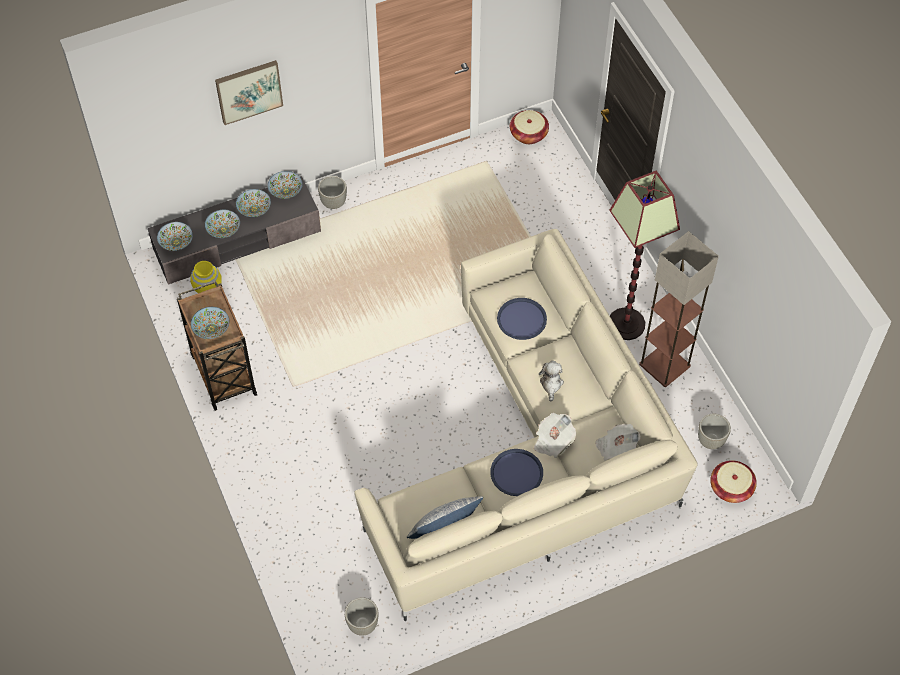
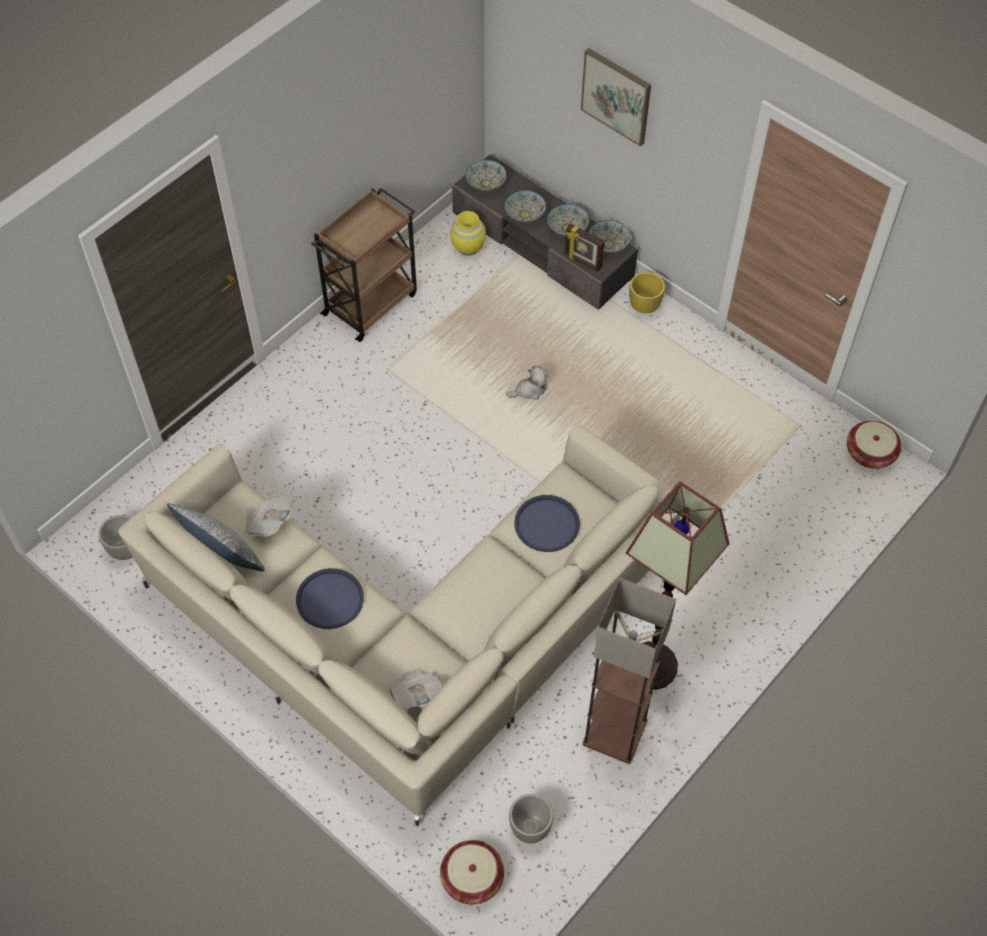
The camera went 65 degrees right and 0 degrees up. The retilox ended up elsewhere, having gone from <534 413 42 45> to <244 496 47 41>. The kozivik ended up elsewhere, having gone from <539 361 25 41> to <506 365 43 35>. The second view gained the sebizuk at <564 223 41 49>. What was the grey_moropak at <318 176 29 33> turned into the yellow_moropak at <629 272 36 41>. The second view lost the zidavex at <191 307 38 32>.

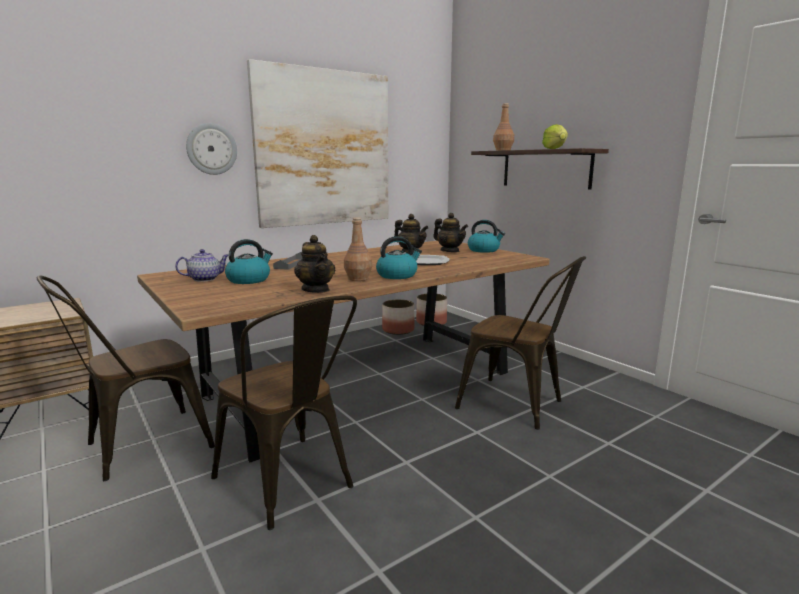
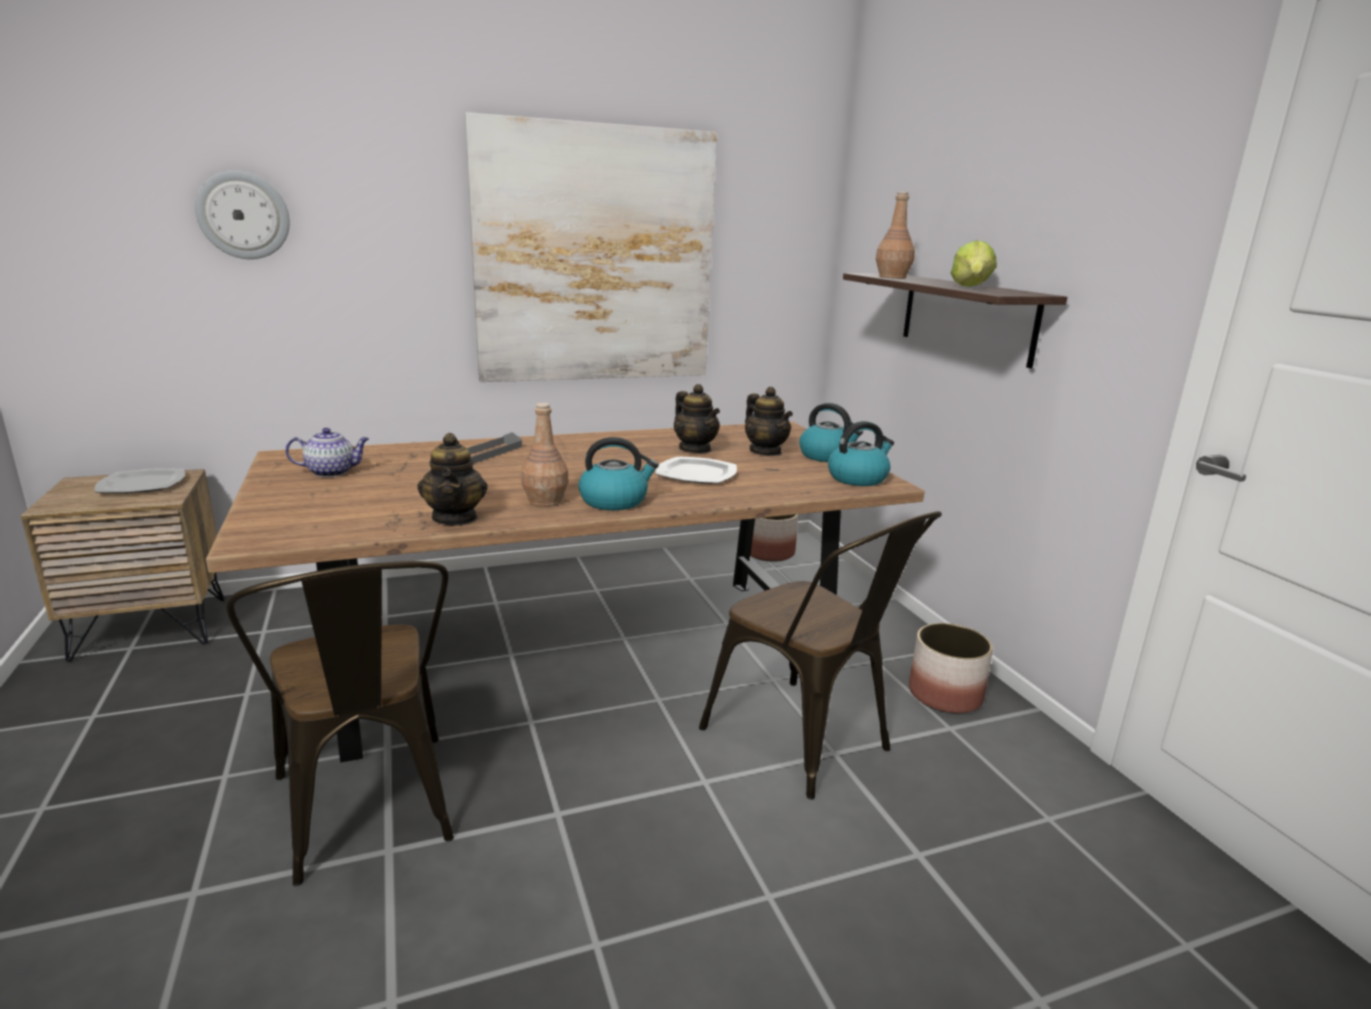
The camera went 15 degrees right and 5 degrees up. The second view gained the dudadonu at <95 468 90 25>. The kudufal ended up elsewhere, having gone from <186 123 51 52> to <195 171 95 88>. The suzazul ended up elsewhere, having gone from <225 239 48 45> to <828 421 66 65>. The moropak ended up elsewhere, having gone from <382 299 32 36> to <909 623 84 90>. The second view lost the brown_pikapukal at <36 276 178 205>.

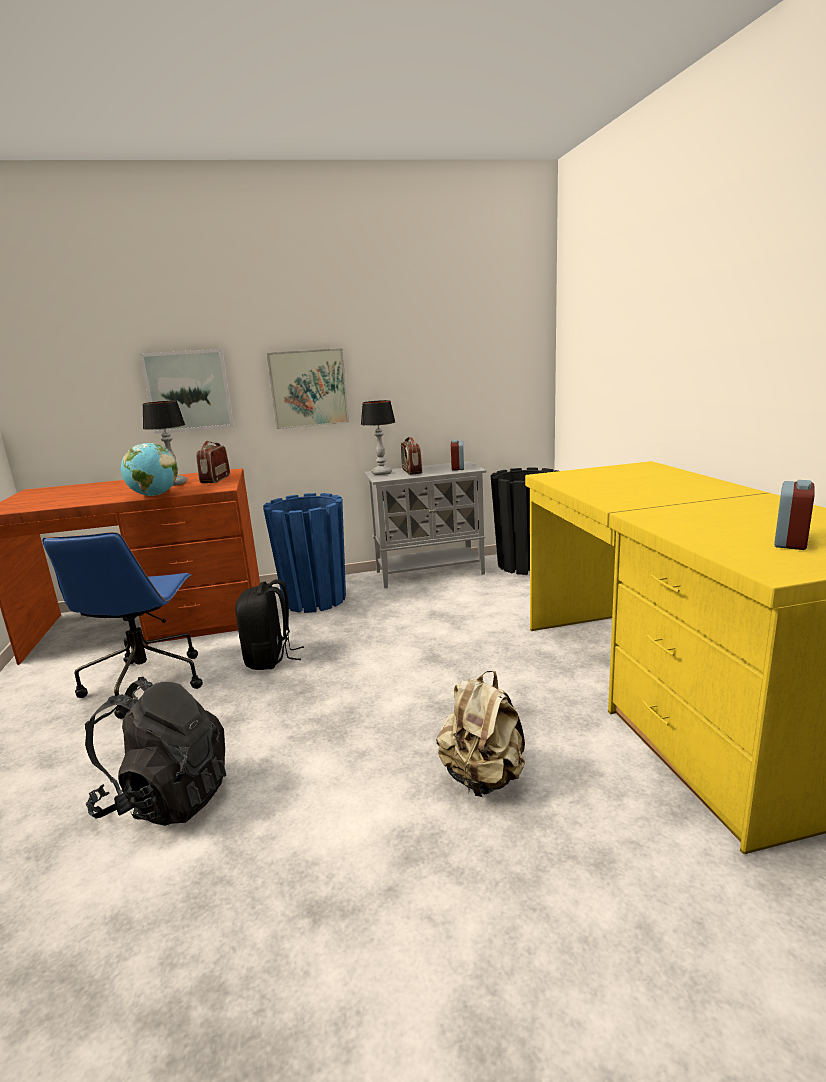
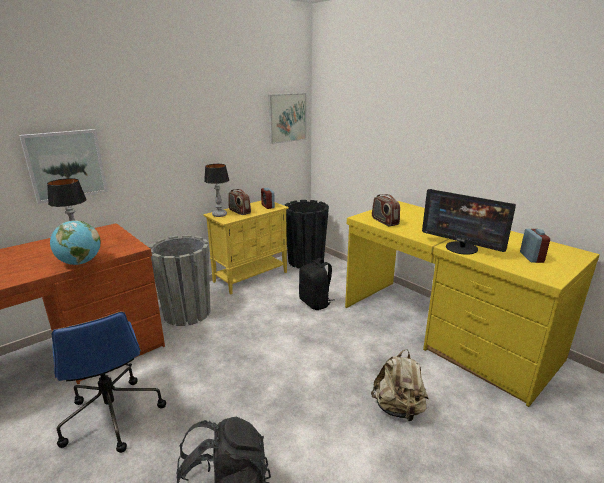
The camera went 30 degrees left and 5 degrees up. What was the blue_moropak at <263 493 83 120> turned into the grey_moropak at <149 235 61 91>. What was the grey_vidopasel at <364 461 122 127> turned into the yellow_vidopasel at <203 201 86 93>. The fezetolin ended up elsewhere, having gone from <267 348 82 81> to <268 93 38 51>. The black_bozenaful ended up elsewhere, having gone from <235 579 69 91> to <299 258 36 52>. The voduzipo ended up elsewhere, having gone from <196 441 34 42> to <372 194 28 32>. The second view gained the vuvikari at <422 189 94 66>.

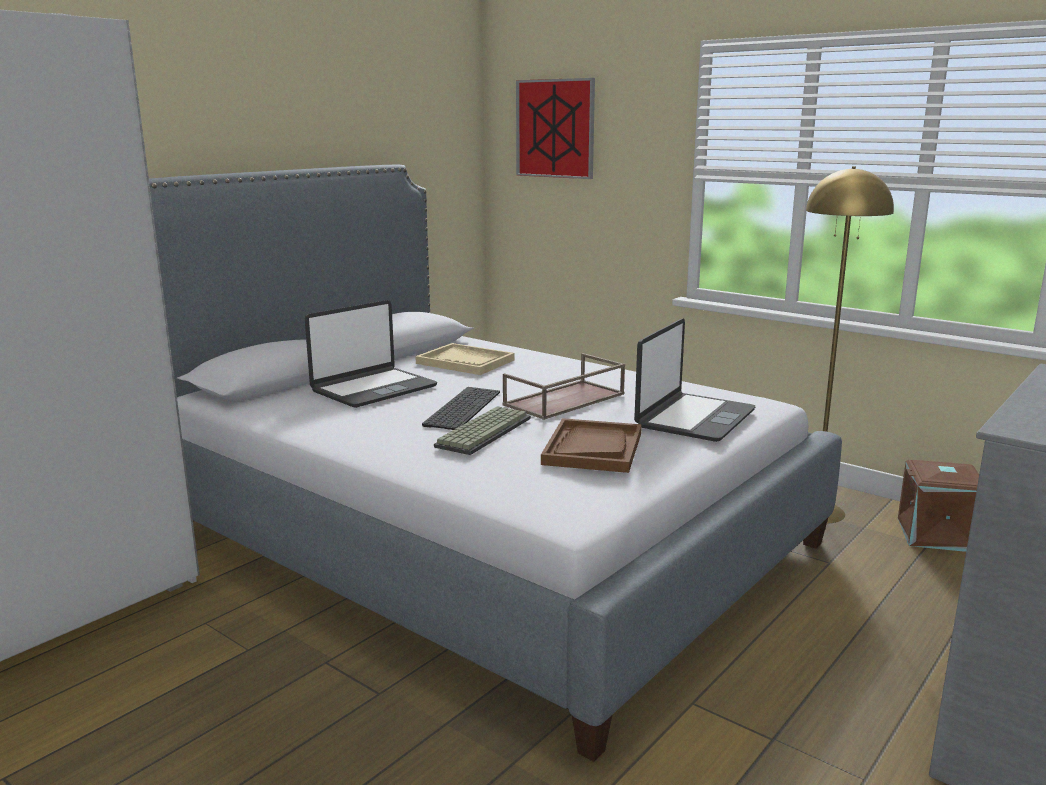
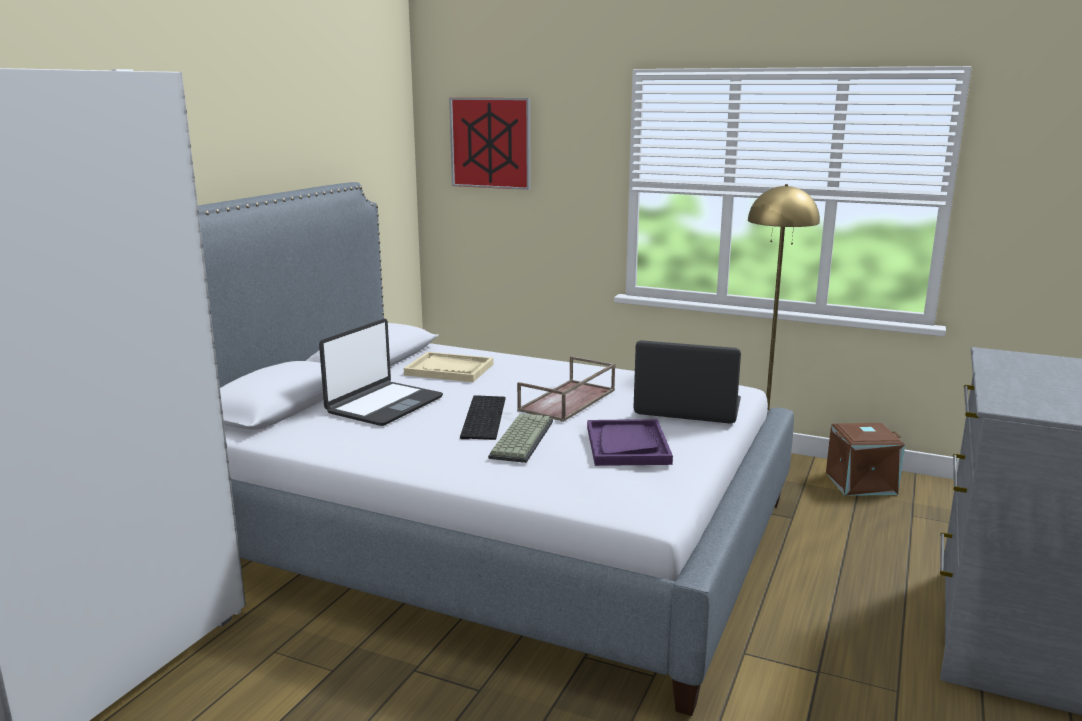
The camera went 15 degrees left and 0 degrees up. What was the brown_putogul at <541 418 101 55> turned into the purple_putogul at <587 419 86 47>. The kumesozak at <634 319 121 123> ended up facing another way, 90 degrees counterclockwise from before.

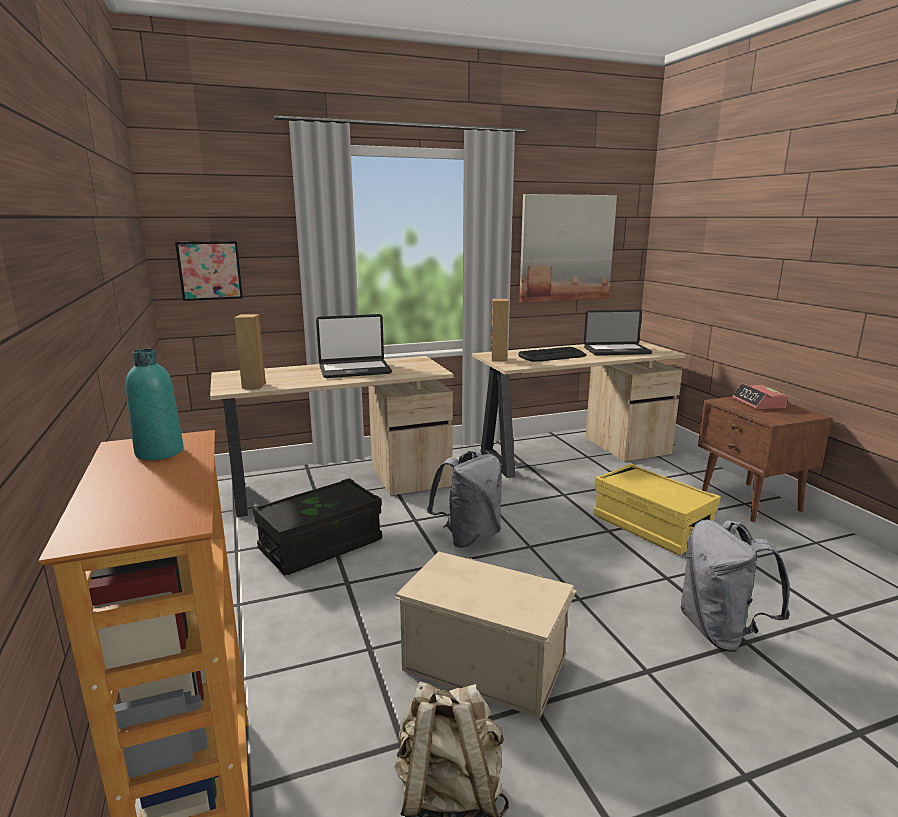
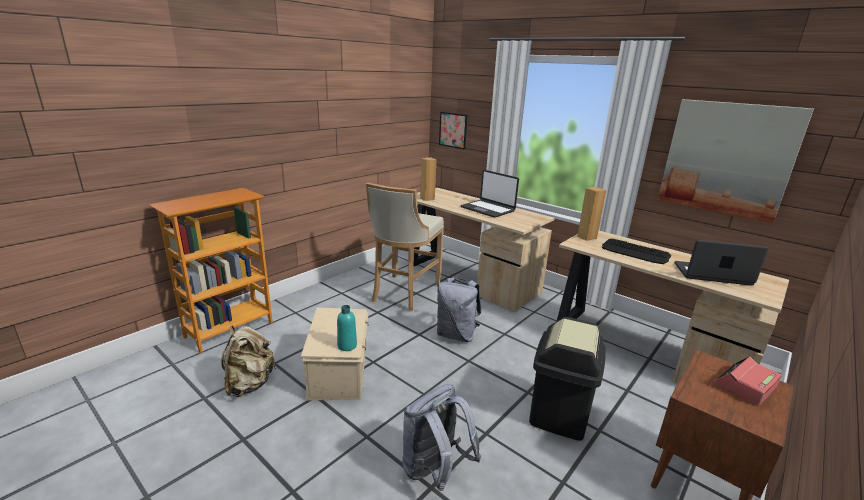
The camera went 60 degrees right and 5 degrees up. The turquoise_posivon ended up elsewhere, having gone from <126 349 58 111> to <337 305 20 46>. Where the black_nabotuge stood at <252 478 130 97>, the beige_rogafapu came to stand at <366 183 78 128>. Where the yellow_nabotuge stood at <593 463 128 92>, the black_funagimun came to stand at <529 317 77 124>. The kumesozak at <584 310 68 45> ended up facing another way, 135 degrees clockwise from before.

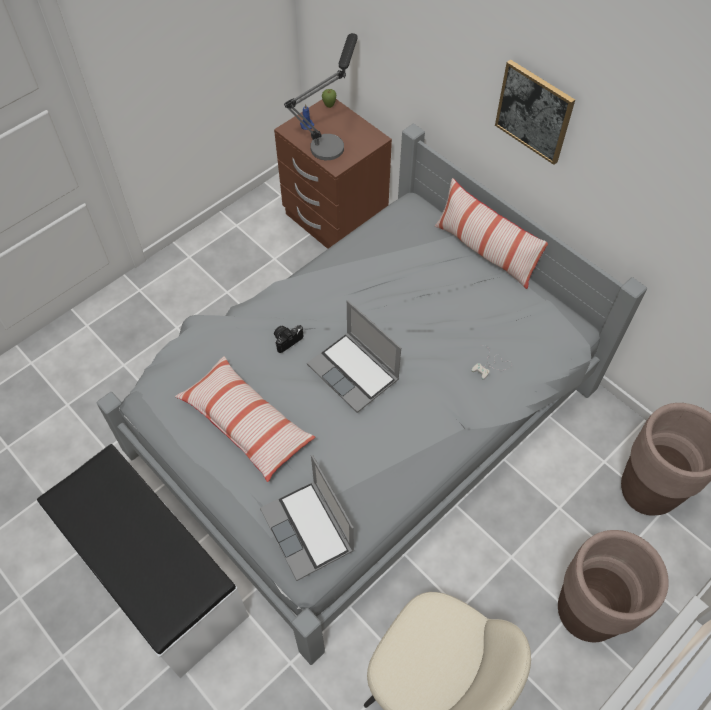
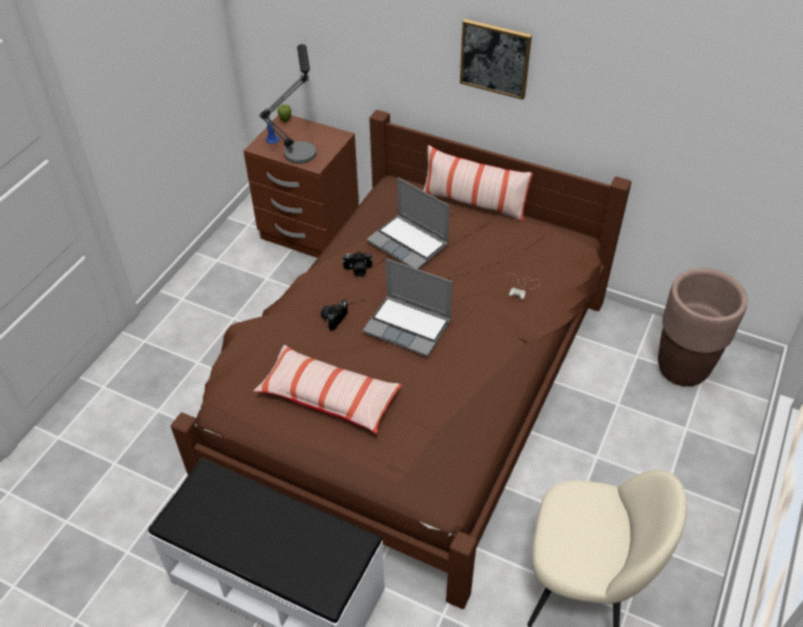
The camera went 20 degrees left and 10 degrees down. What was the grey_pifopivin at <97 123 550 542> turned into the brown_pifopivin at <170 110 462 499>. The second view gained the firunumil at <343 251 29 26>. The kumesozak ended up elsewhere, having gone from <260 455 94 126> to <366 177 84 92>. The second view lost the brown_moropak at <558 530 111 112>.

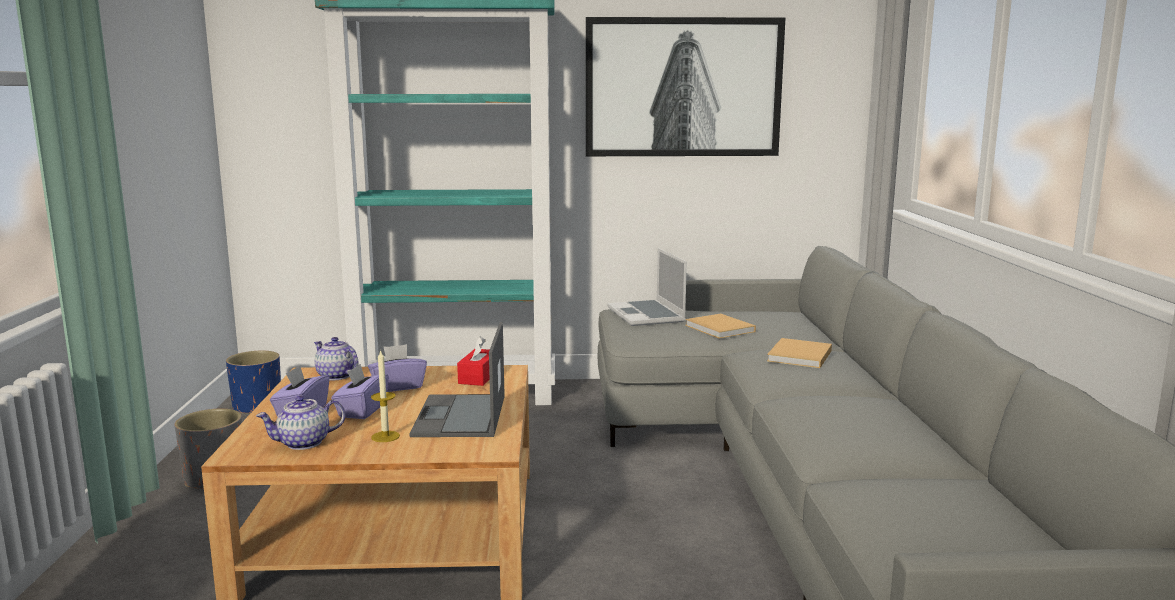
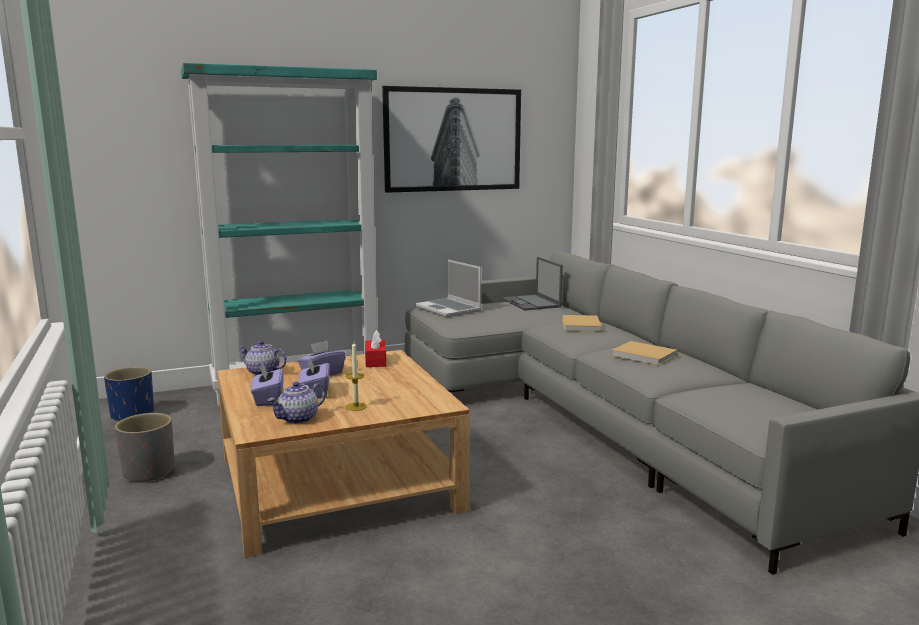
The camera went 20 degrees left and 0 degrees up. The kumesozak ended up elsewhere, having gone from <409 322 95 115> to <502 257 61 54>. The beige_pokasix ended up elsewhere, having gone from <685 314 71 25> to <611 341 66 25>.

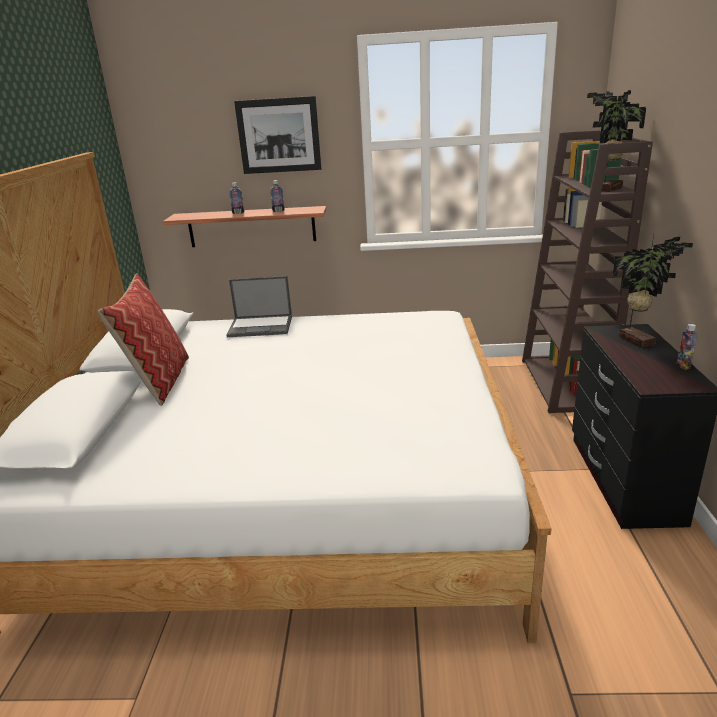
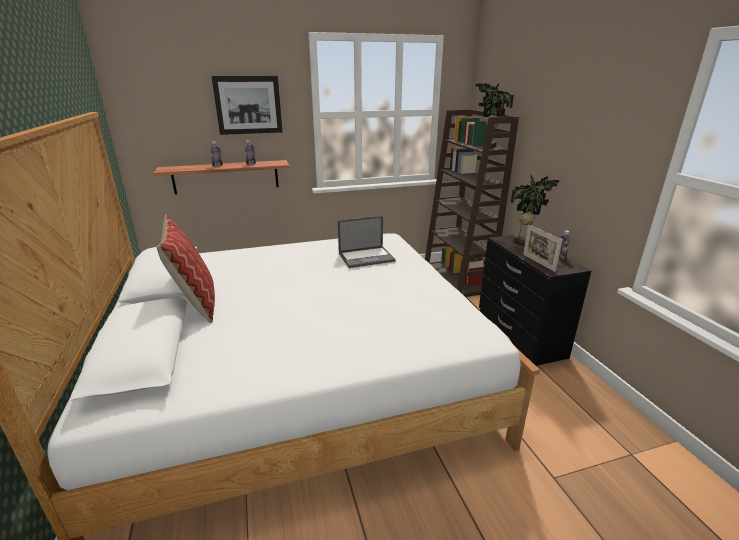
The camera went 20 degrees left and 0 degrees up. The kumesozak ended up elsewhere, having gone from <226 276 66 61> to <338 216 58 52>. The second view gained the sebizuk at <523 224 39 48>.

